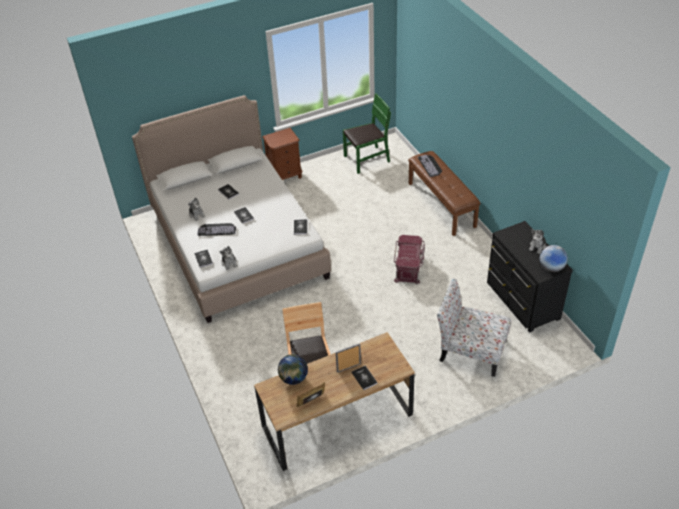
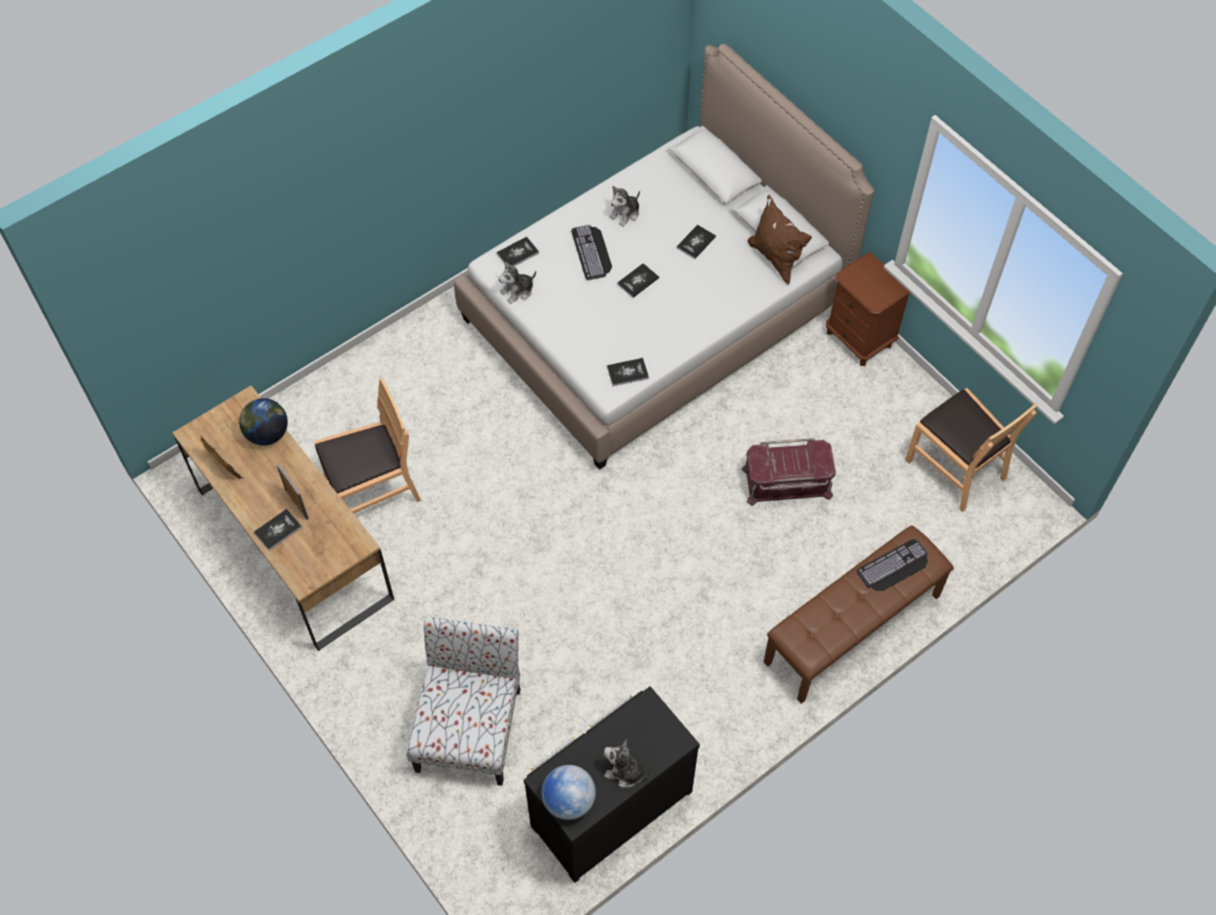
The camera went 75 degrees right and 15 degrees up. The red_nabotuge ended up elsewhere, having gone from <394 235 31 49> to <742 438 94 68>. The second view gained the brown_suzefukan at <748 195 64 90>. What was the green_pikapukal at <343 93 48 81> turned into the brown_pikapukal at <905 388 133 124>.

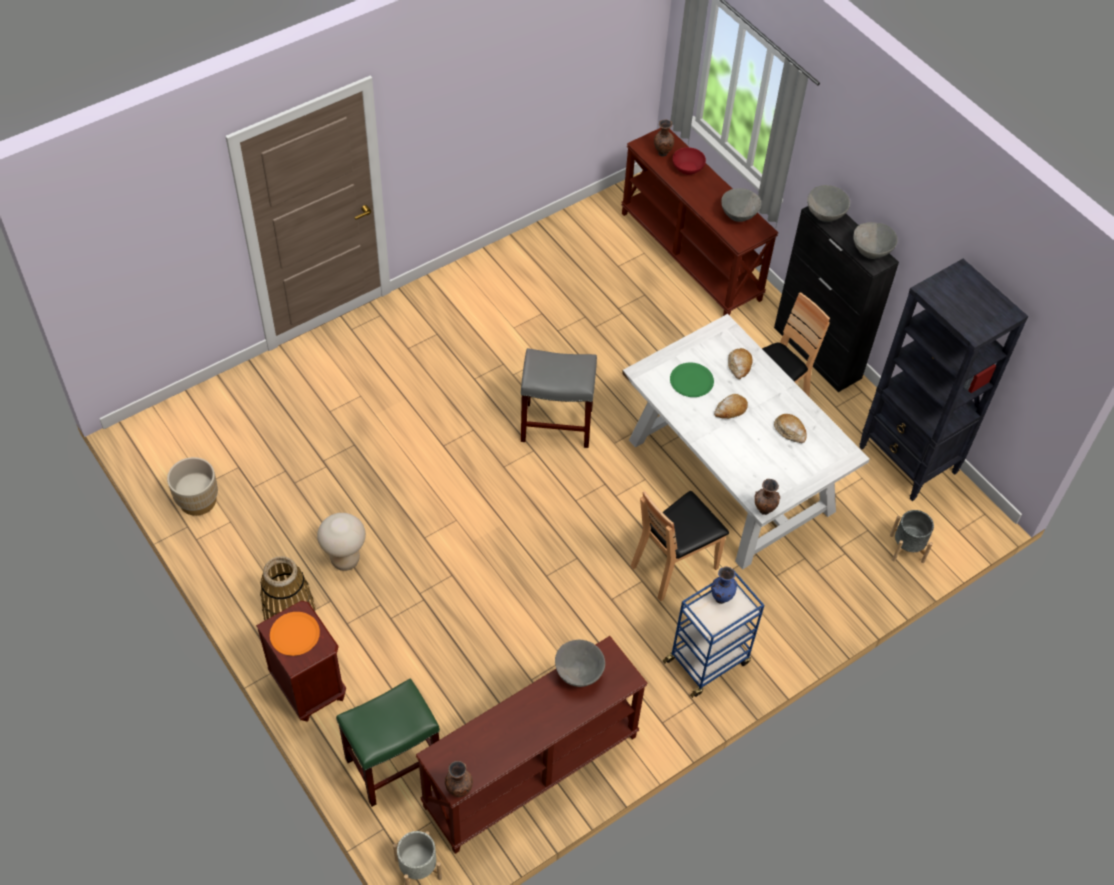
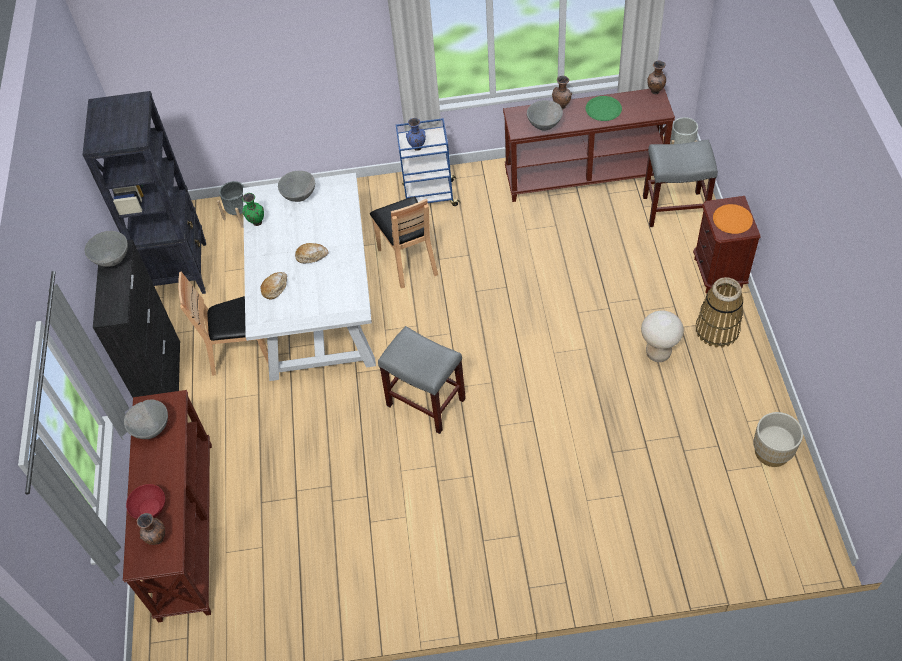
The camera went 145 degrees left and 0 degrees up. The second view gained the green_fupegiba at <242 193 22 33>. The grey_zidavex ended up elsewhere, having gone from <807 185 43 37> to <278 171 37 31>. The brown_pikapukal at <631 491 98 110> ended up facing another way, 75 degrees clockwise from before. The brown_fupegiba ended up elsewhere, having gone from <755 479 25 36> to <552 76 20 34>. The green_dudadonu ended up elsewhere, having gone from <670 363 44 34> to <586 96 36 25>. What was the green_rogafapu at <336 678 104 129> turned into the grey_rogafapu at <643 140 75 87>. The second view lost the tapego at <774 414 33 29>.

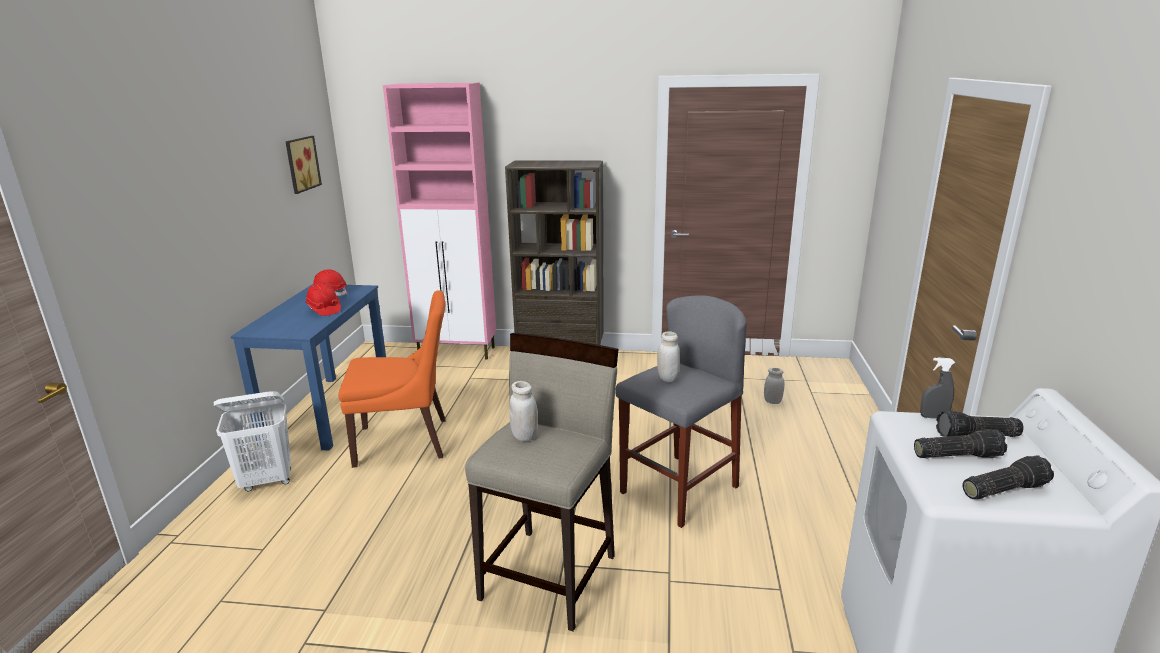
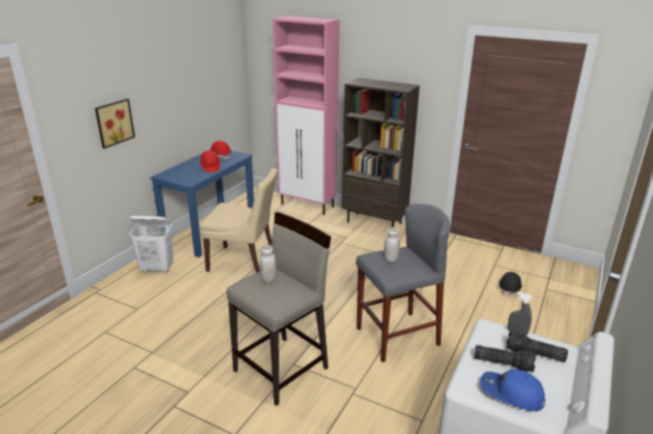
The camera went 20 degrees right and 5 degrees up. The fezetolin ended up elsewhere, having gone from <286 136 36 58> to <95 99 40 50>. What was the orange_pikapukal at <338 290 108 178> turned into the beige_pikapukal at <200 168 78 105>. Where the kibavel stood at <962 455 92 44>, the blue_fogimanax came to stand at <480 369 65 42>. Where the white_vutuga stood at <764 368 20 36>, the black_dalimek came to stand at <499 272 23 25>.

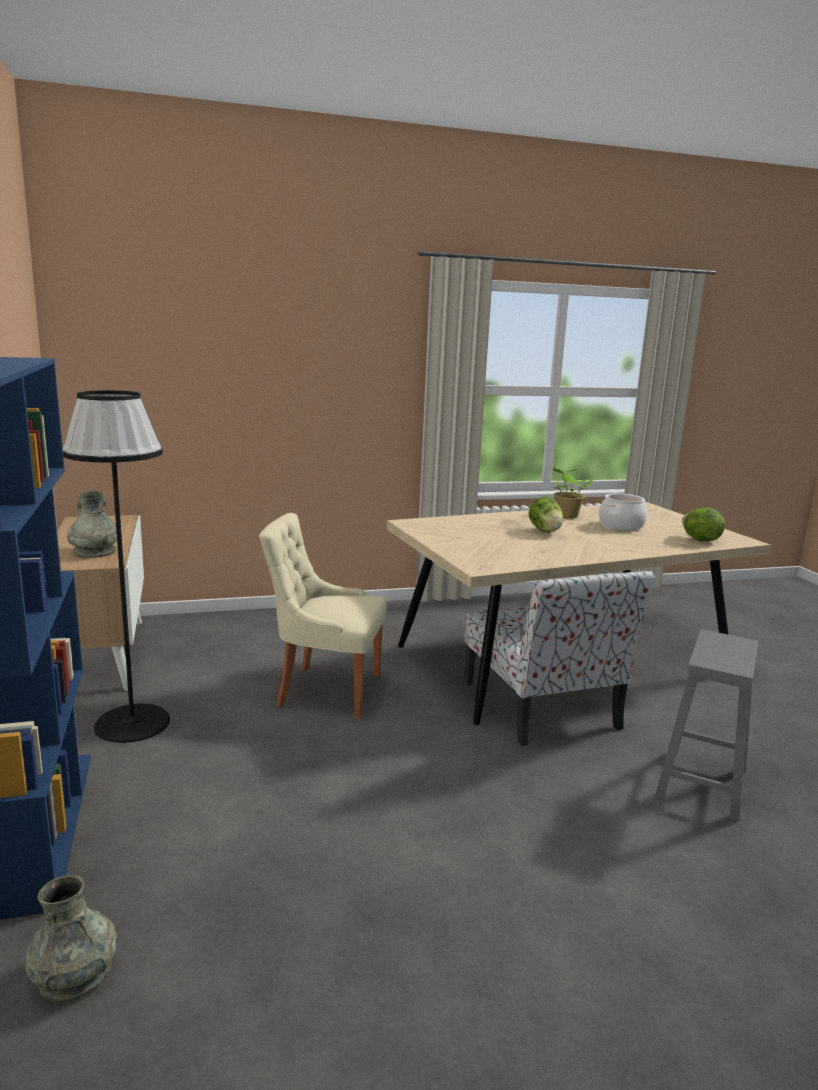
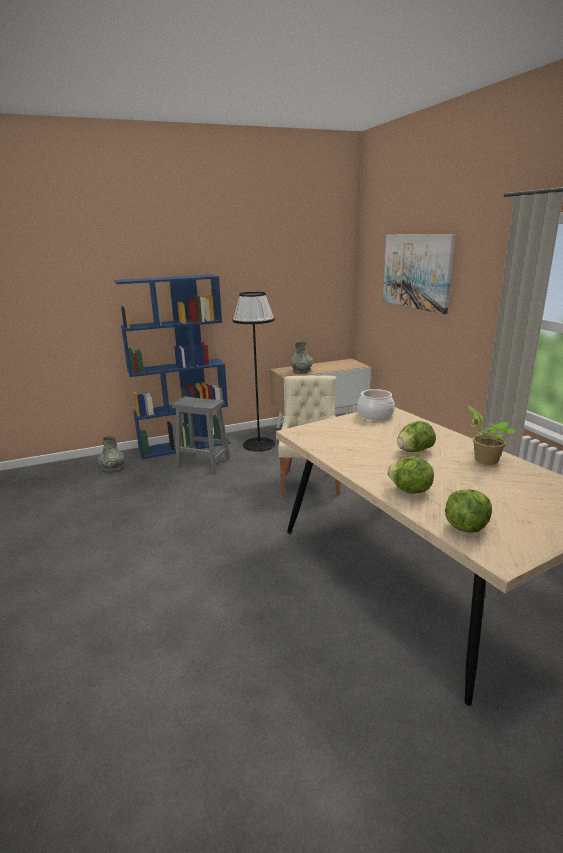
The camera went 85 degrees right and 5 degrees up. The grey_rogafapu ended up elsewhere, having gone from <655 630 103 191> to <172 396 59 78>. The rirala ended up elsewhere, having gone from <599 493 48 38> to <357 389 38 31>. The second view gained the fezetolin at <383 234 72 80>. The second view gained the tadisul at <387 457 47 36>. The second view lost the pikapukal at <464 571 191 175>.

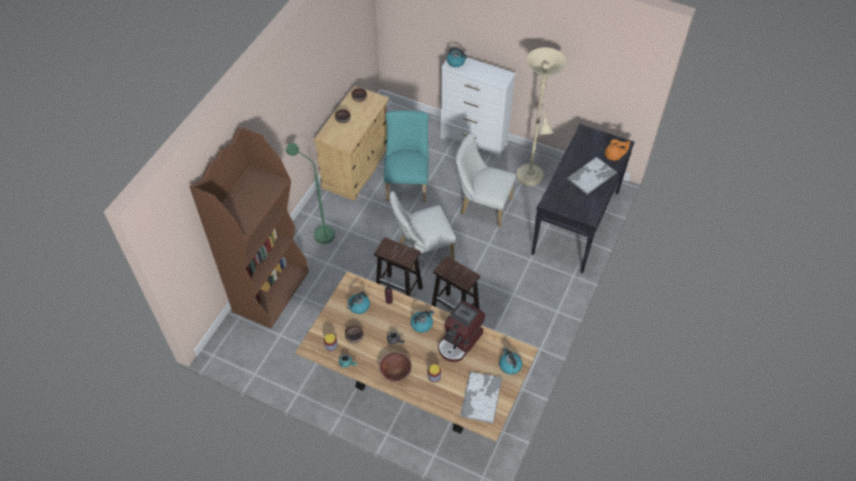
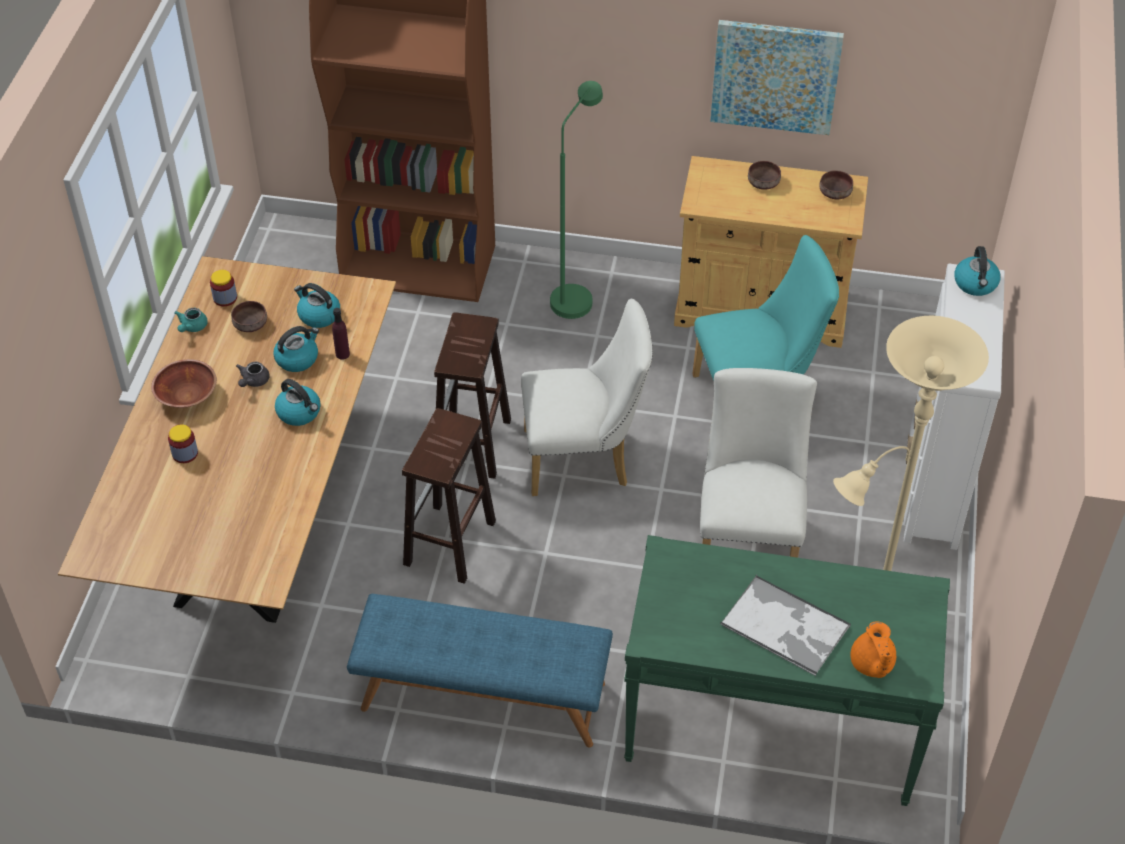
The camera went 75 degrees right and 5 degrees down. The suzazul ended up elsewhere, having gone from <499 347 23 28> to <273 326 46 46>. The second view gained the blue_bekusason at <347 594 266 154>. The white_pikapukal at <389 191 67 79> ended up facing another way, 120 degrees clockwise from before. What was the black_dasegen at <531 124 104 150> turned into the green_dasegen at <624 535 326 271>. The second view gained the fezetolin at <710 20 134 115>. The second view lost the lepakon at <438 300 47 62>. The second view lost the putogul at <460 372 42 52>.

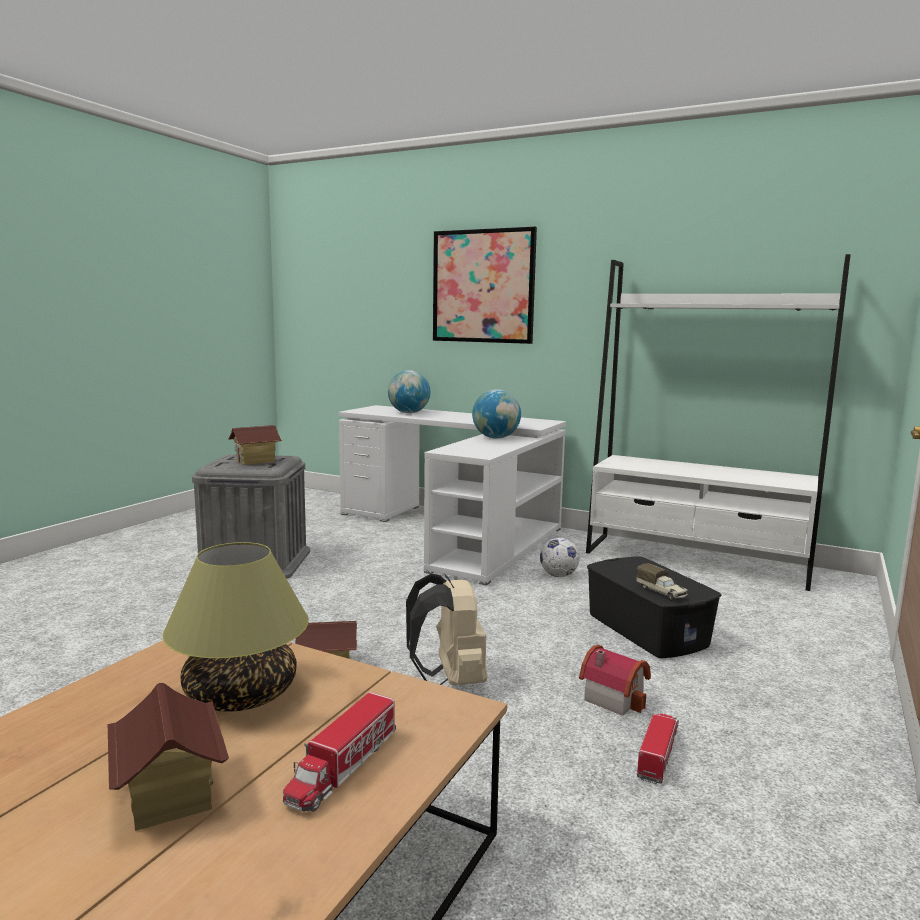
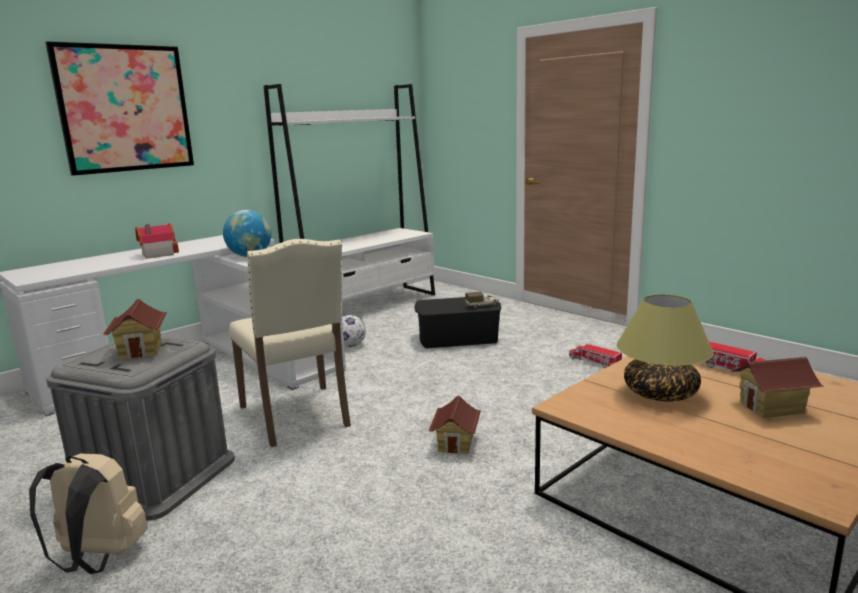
The camera went 70 degrees left and 5 degrees up. The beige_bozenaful ended up elsewhere, having gone from <406 574 81 111> to <29 453 119 121>. The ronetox ended up elsewhere, having gone from <579 645 72 71> to <135 223 44 36>. The second view gained the beige_pikapukal at <229 239 122 208>. The second view lost the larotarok at <388 370 42 43>.

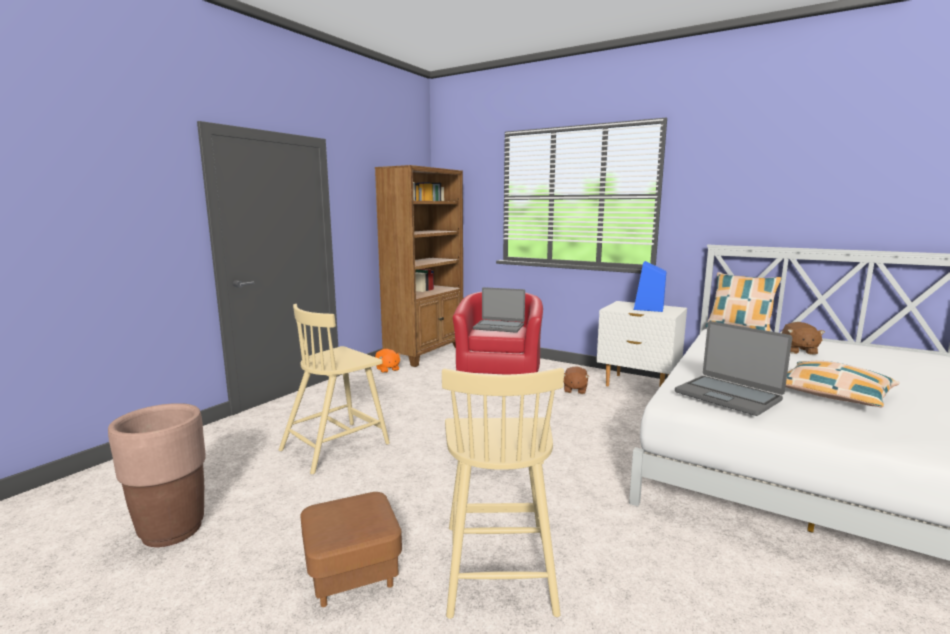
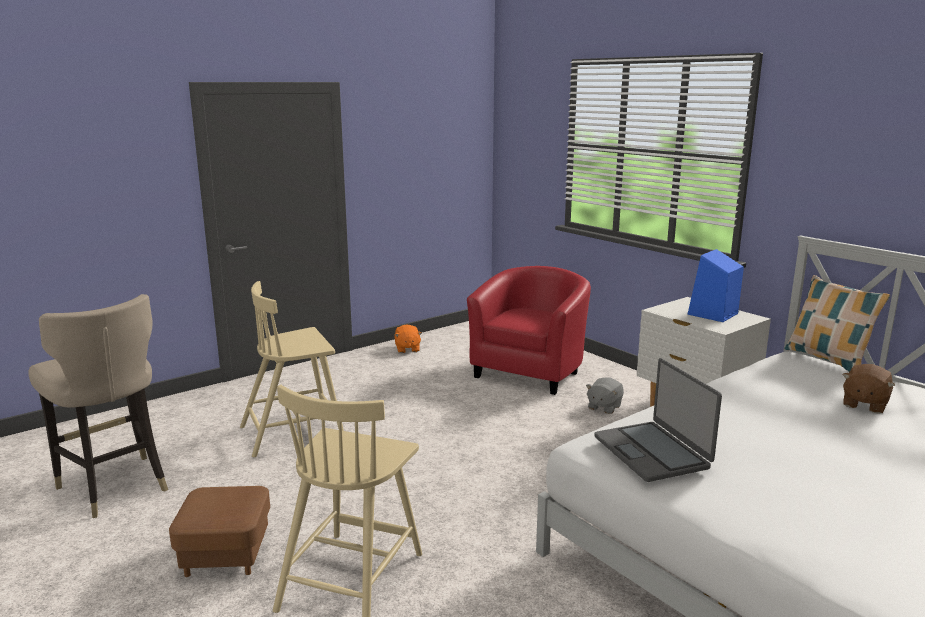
The camera went 20 degrees right and 5 degrees up. Where the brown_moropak stood at <108 403 98 144>, the beige_rogafapu came to stand at <28 294 140 224>. What was the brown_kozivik at <564 366 25 28> turned into the grey_kozivik at <586 377 38 37>. The second view lost the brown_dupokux at <375 165 88 202>. The second view lost the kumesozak at <473 287 52 46>. The second view lost the suzefukan at <786 361 114 46>.

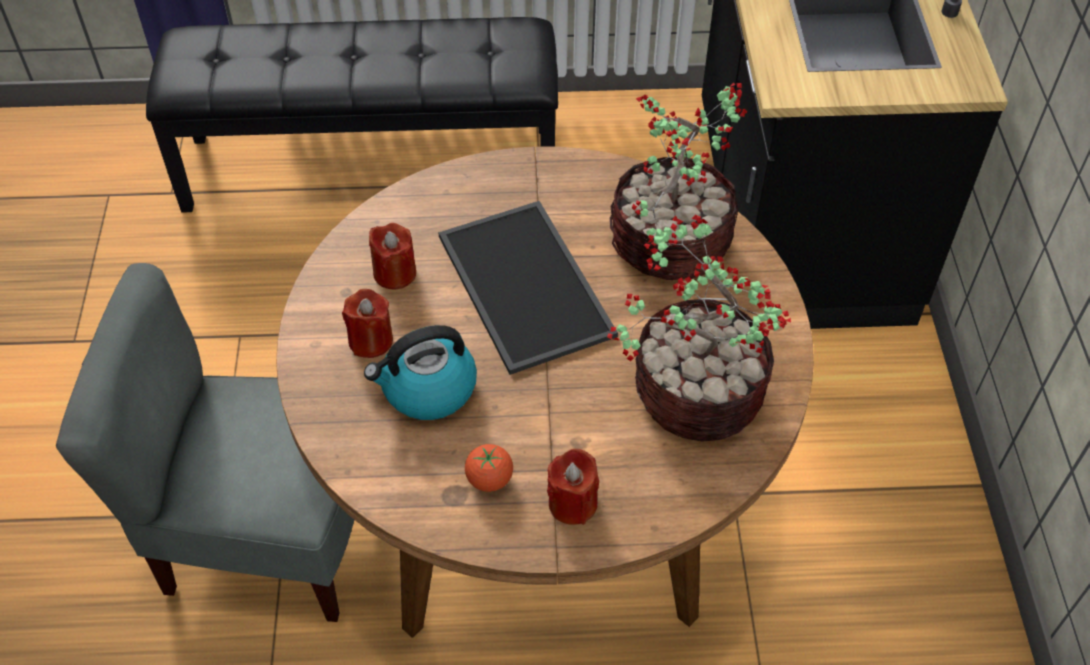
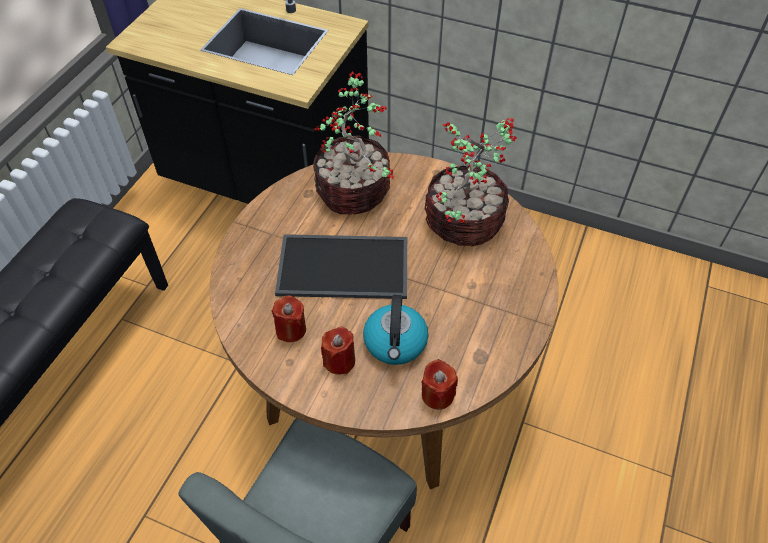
The camera went 65 degrees left and 0 degrees up. The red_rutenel ended up elsewhere, having gone from <547 449 52 76> to <421 359 37 51>. The second view lost the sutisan at <465 444 48 48>.

